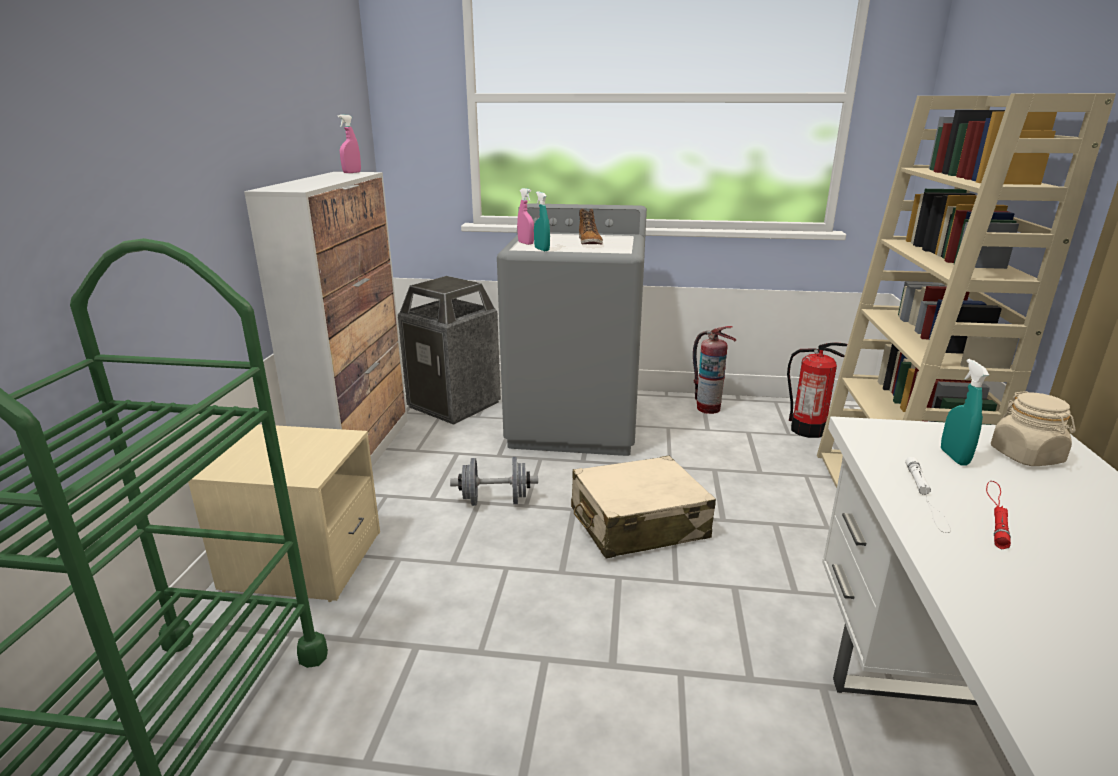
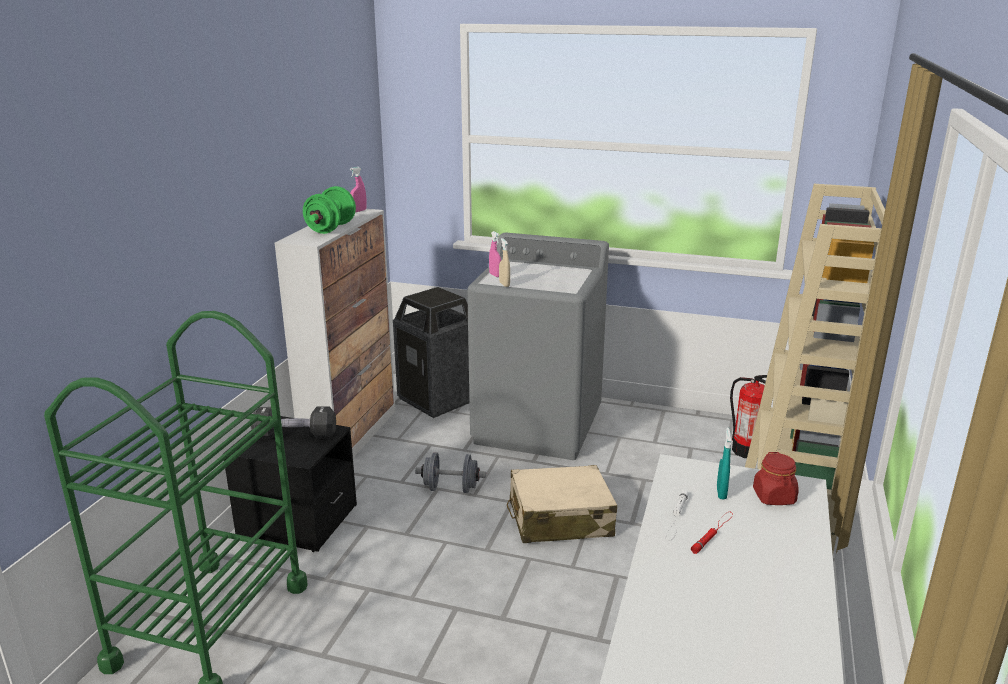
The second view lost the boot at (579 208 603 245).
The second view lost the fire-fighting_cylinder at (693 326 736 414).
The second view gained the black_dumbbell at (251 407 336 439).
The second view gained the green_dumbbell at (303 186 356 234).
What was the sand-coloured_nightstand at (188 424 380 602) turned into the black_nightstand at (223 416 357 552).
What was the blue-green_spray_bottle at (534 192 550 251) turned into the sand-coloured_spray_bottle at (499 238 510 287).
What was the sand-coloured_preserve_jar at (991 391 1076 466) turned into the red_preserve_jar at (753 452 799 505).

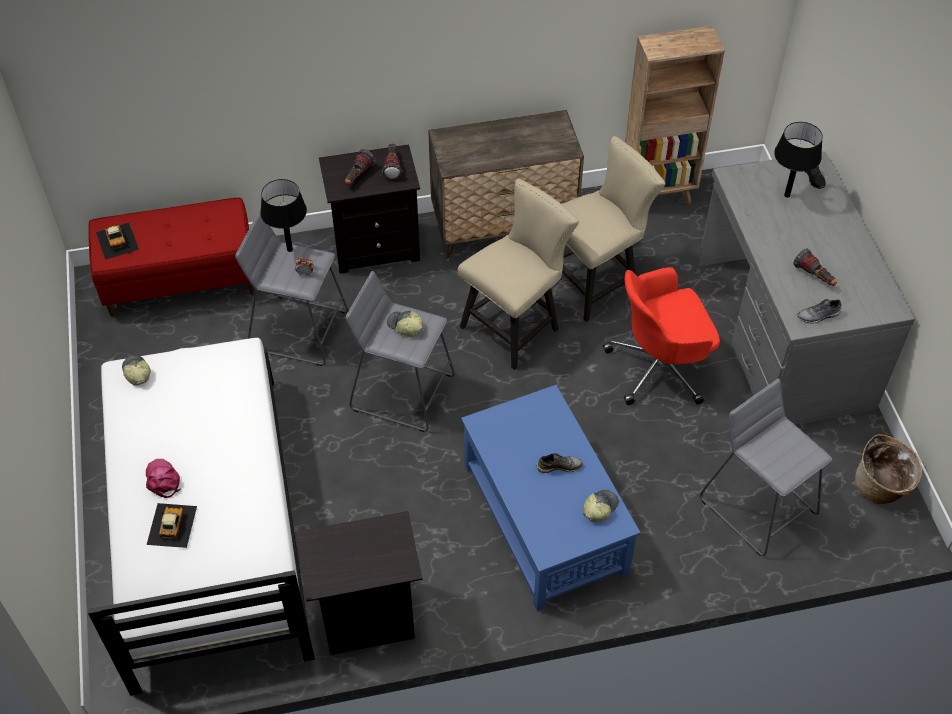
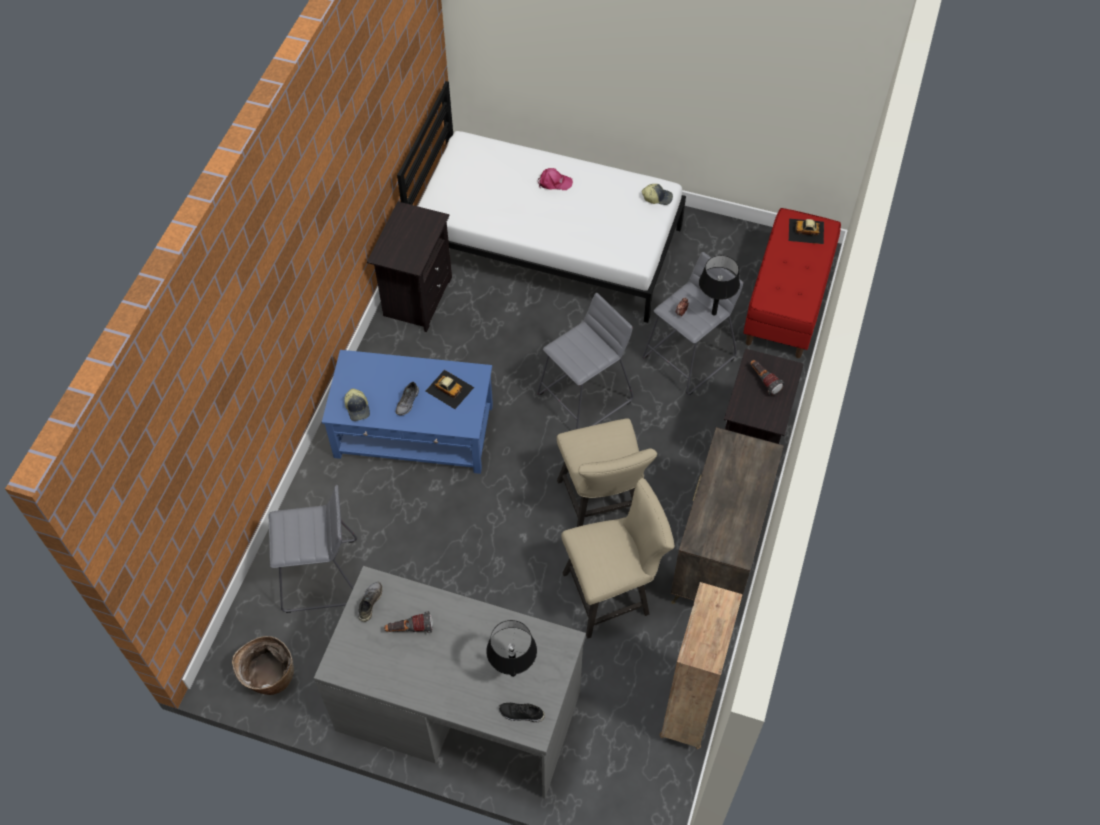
The second view lost the torch at (382 142 402 180).
The second view lost the cap at (387 311 423 337).
The second view lost the red_desk_chair at (603 267 720 405).
The toy_car ended up elsewhere, having gone from (146 503 197 548) to (426 370 474 409).
The sand-coloured_chair at (562 136 665 322) ended up facing another way, 105 degrees counterclockwise from before.

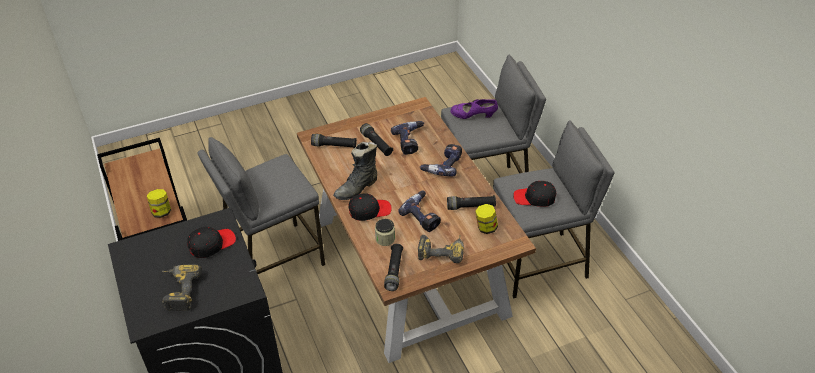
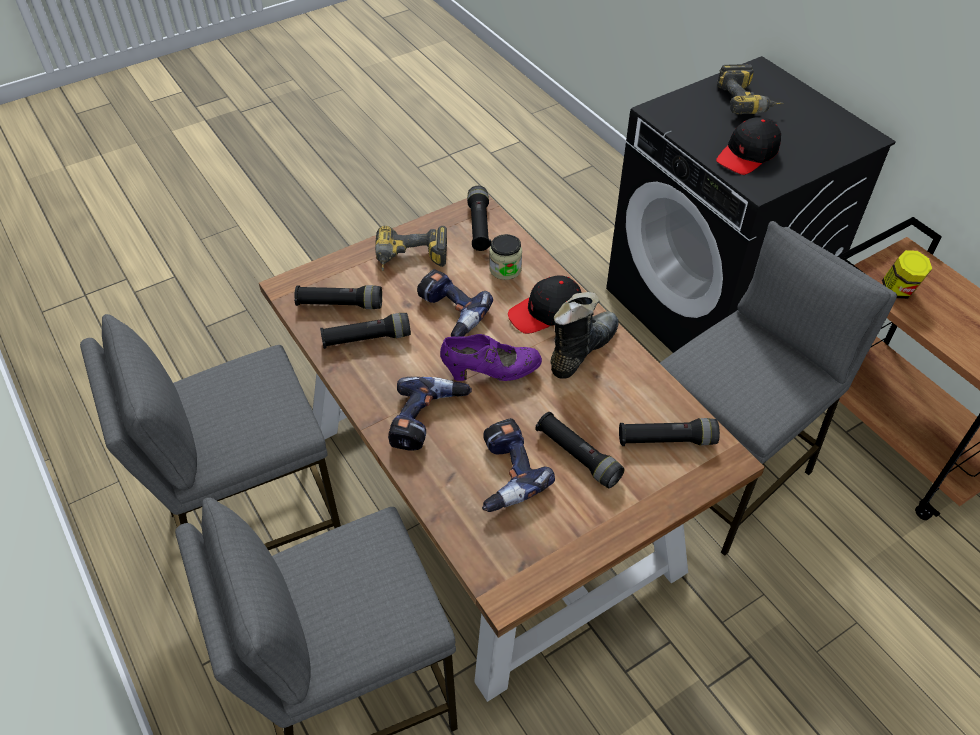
The second view lost the black_cap at (513 181 556 207).
The purple-coloured_shoe ended up elsewhere, having gone from (451 99 498 119) to (440 334 542 381).
Where the preserve_jar stood at (475 204 498 234), the black_torch came to stand at (294 285 382 309).

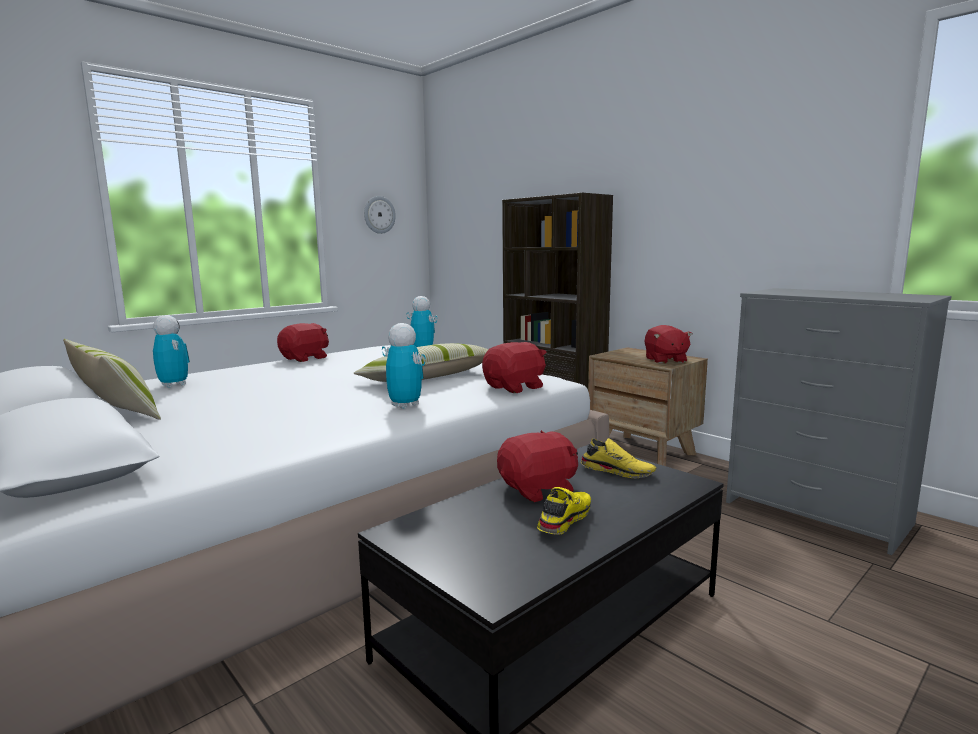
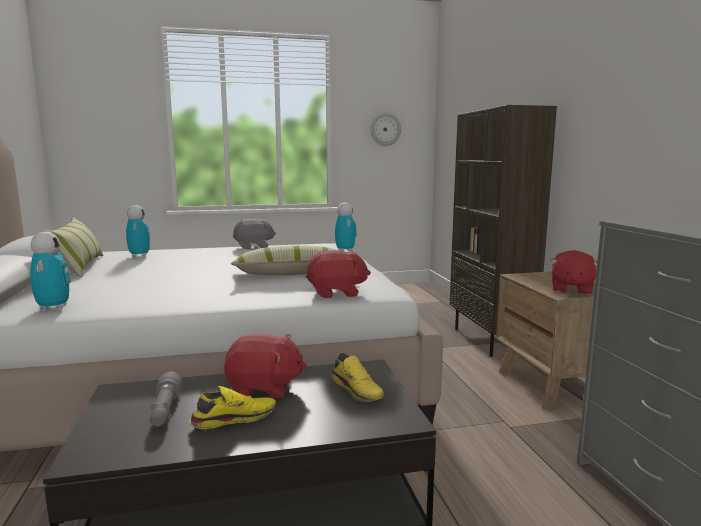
The second view gained the greyish_torch at (150 372 182 427).
The model_robot ended up elsewhere, having gone from (382 323 426 409) to (30 232 71 311).
What was the red_cuddly_toy at (277 323 329 362) turned into the greyish_cuddly_toy at (233 219 276 250).

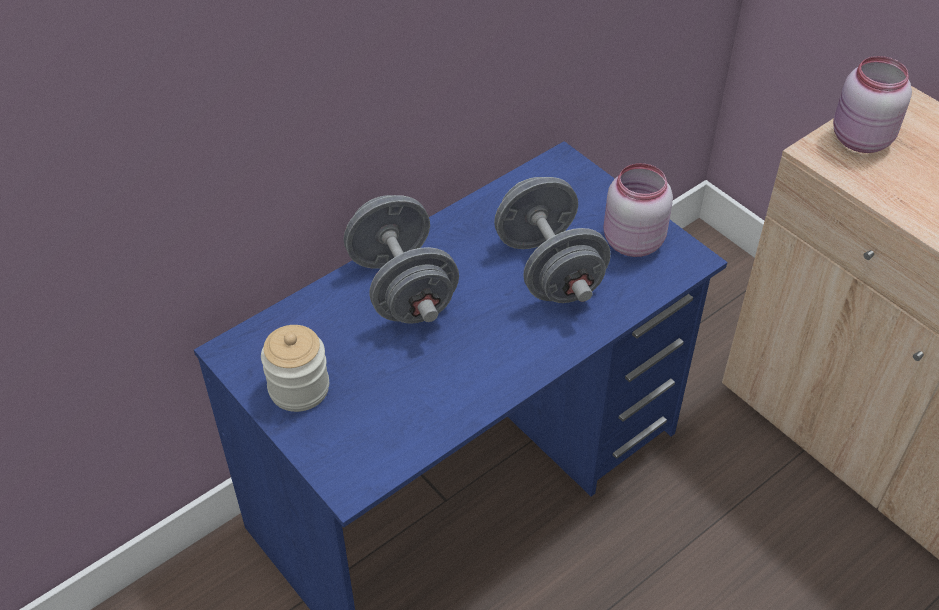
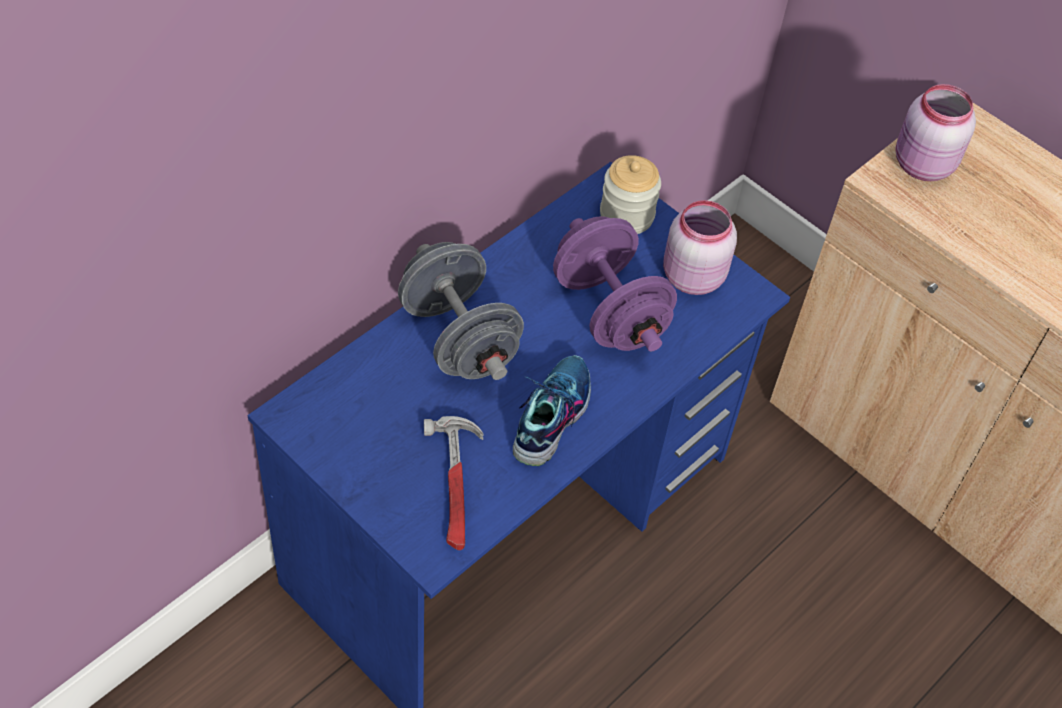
The second view gained the tool_hammer at (424 416 484 550).
The second view gained the shoe at (513 355 591 466).
The preserve_jar ended up elsewhere, having gone from (261 325 329 412) to (600 155 661 234).
What was the greyish_dumbbell at (494 177 611 303) turned into the purple-coloured_dumbbell at (553 216 677 352).

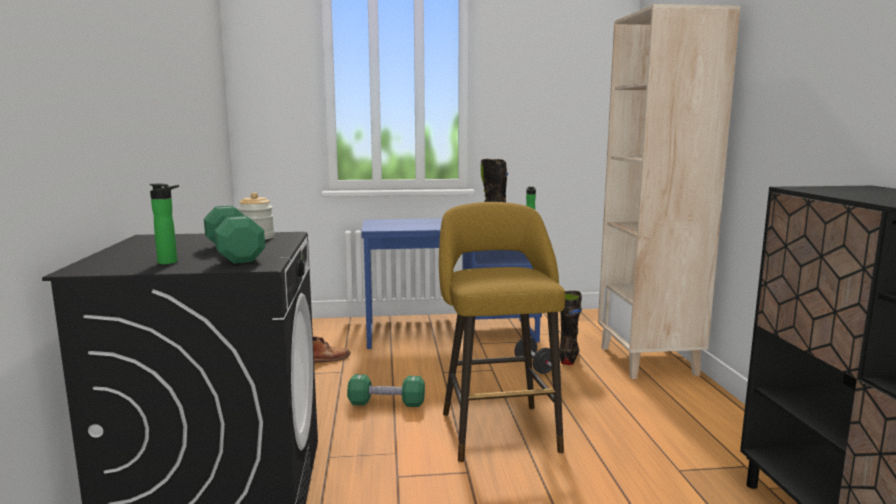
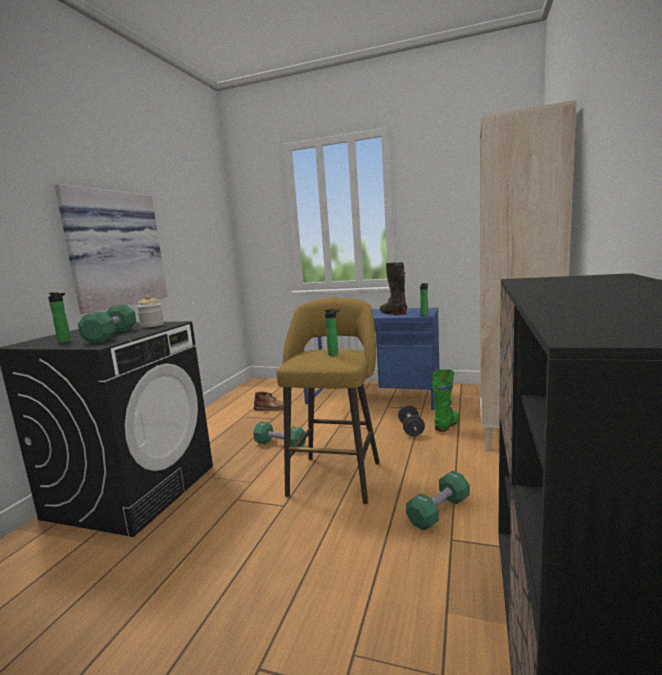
The second view gained the wall_picture at (55 184 167 314).
The second view gained the beverage_bottle at (324 309 340 356).
The second view gained the green_dumbbell at (406 471 470 531).
What was the black_boot at (560 291 582 365) turned into the green_boot at (432 370 459 432).

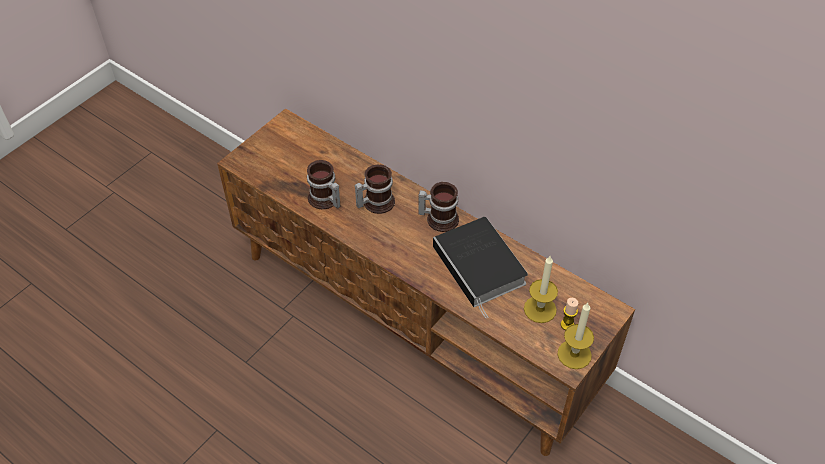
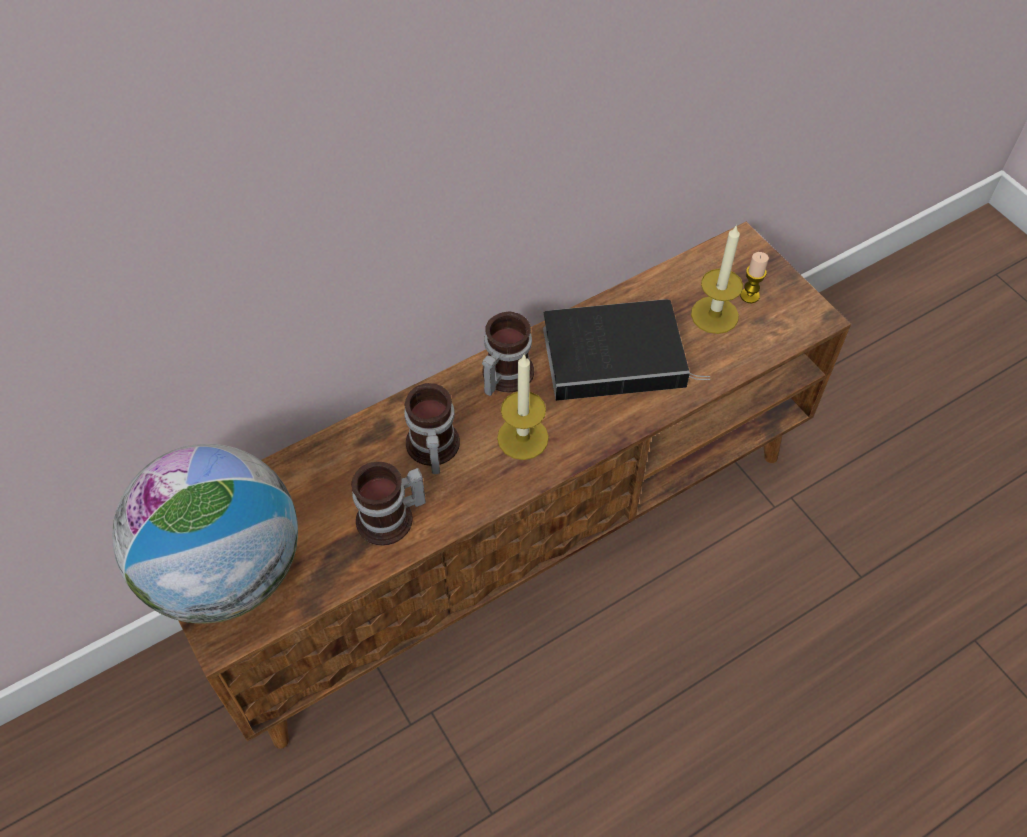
The second view gained the globe at (112 444 298 624).
The candle ended up elsewhere, having gone from (557 303 594 369) to (497 353 549 460).

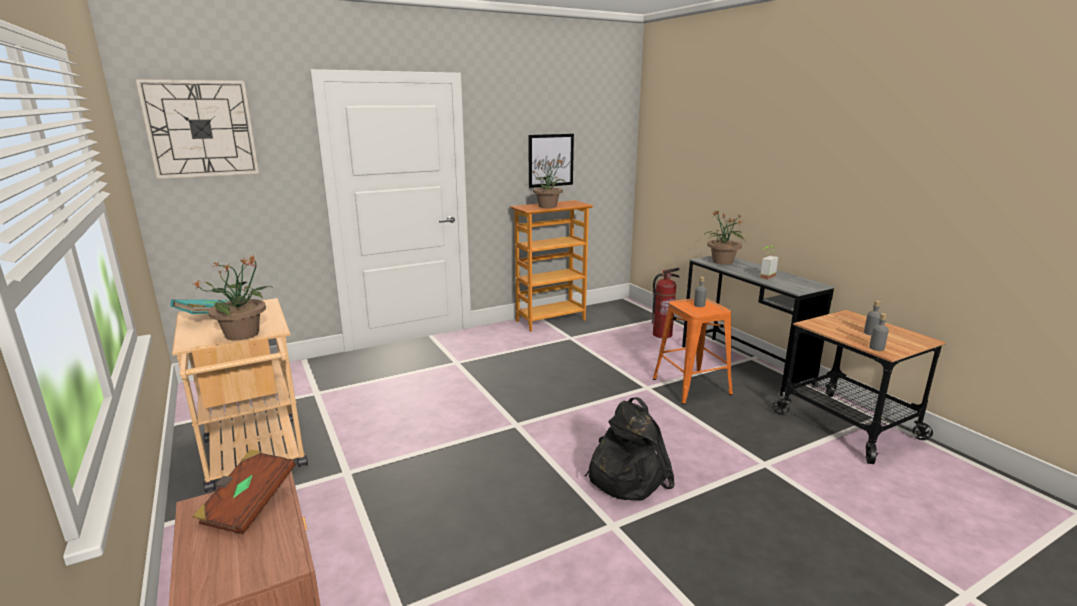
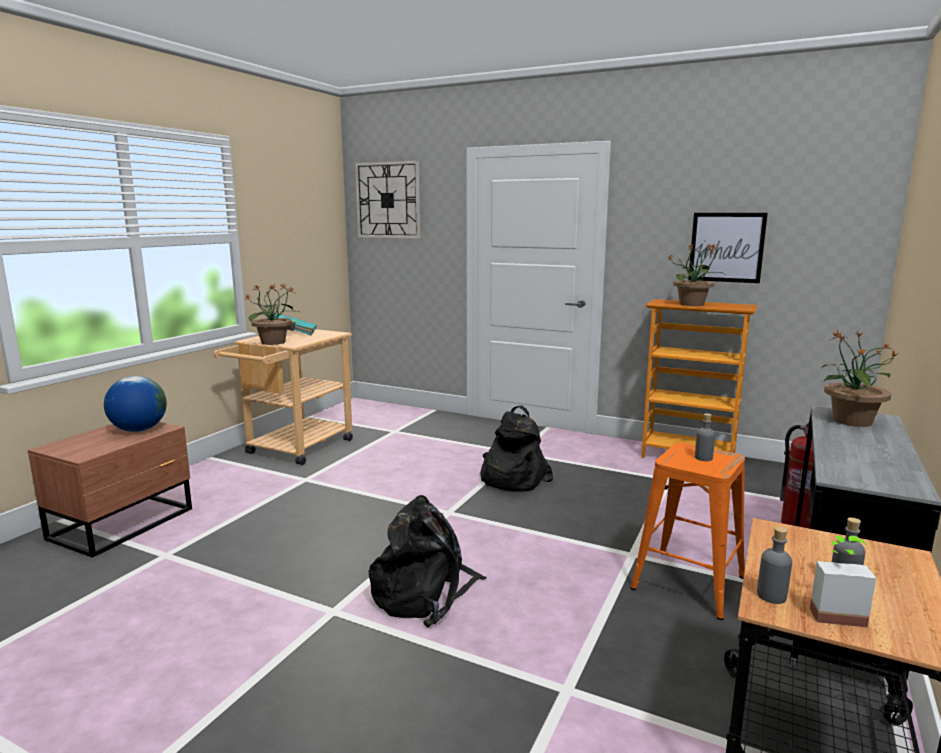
The second view gained the black_rucksack at (480 405 553 491).
The houseplant ended up elsewhere, having gone from (760 246 778 280) to (810 535 876 628).
Where the brown_volume stood at (193 449 296 534), the globe came to stand at (104 376 167 432).

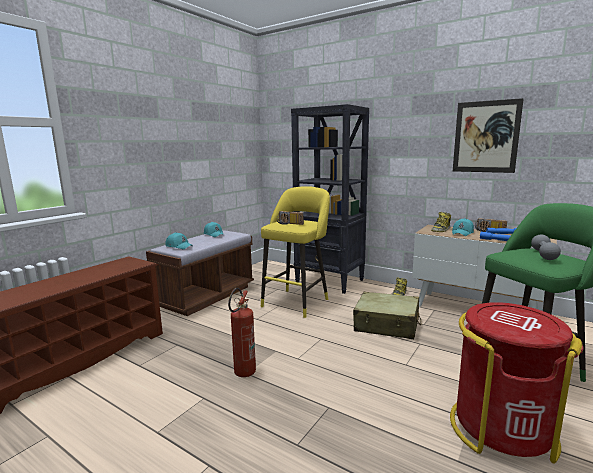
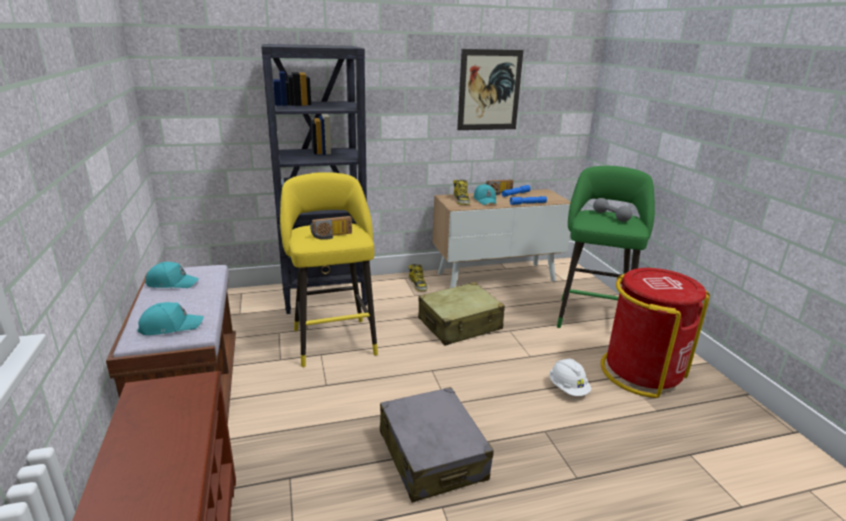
The second view gained the whitish_work_helmet at (549 358 591 396).
Where the fire-fighting_cylinder stood at (228 288 256 377), the greyish_piece_of_luggage came to stand at (380 387 494 503).

